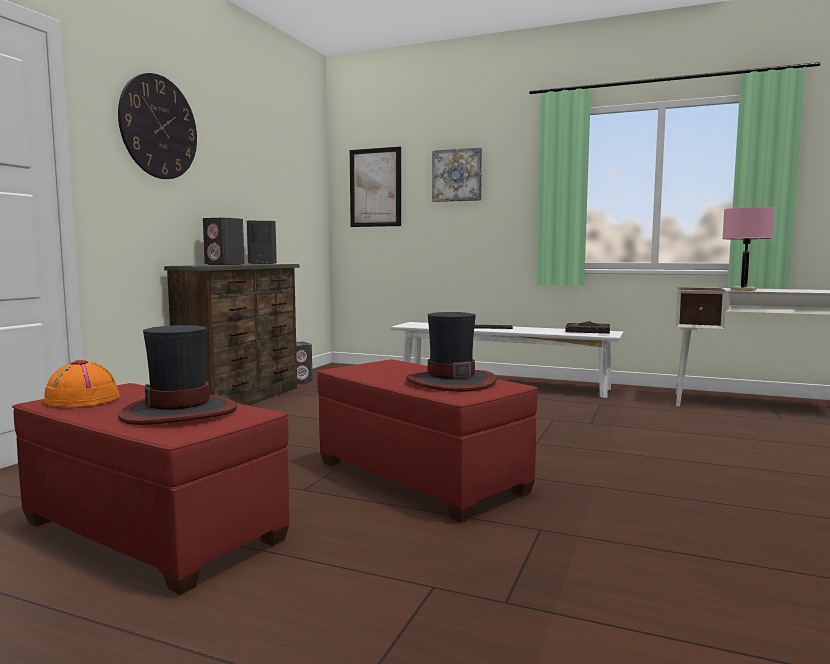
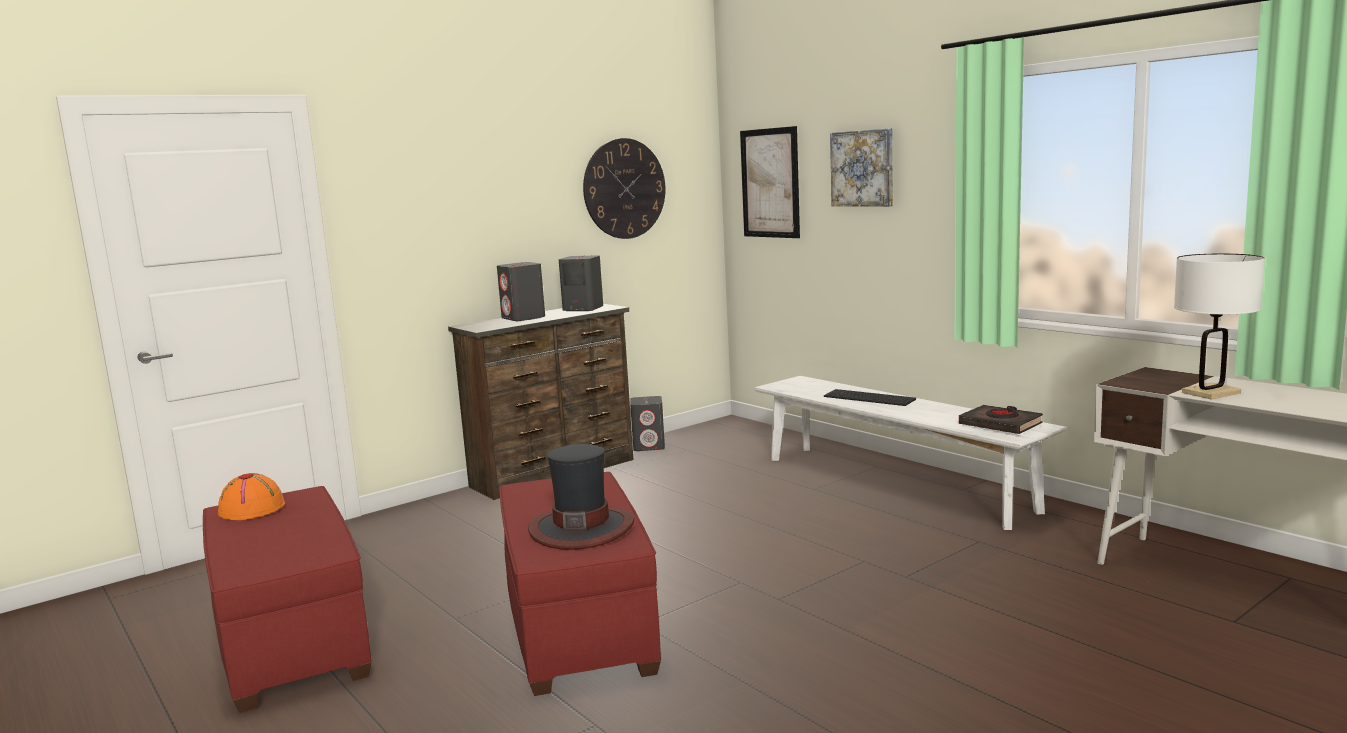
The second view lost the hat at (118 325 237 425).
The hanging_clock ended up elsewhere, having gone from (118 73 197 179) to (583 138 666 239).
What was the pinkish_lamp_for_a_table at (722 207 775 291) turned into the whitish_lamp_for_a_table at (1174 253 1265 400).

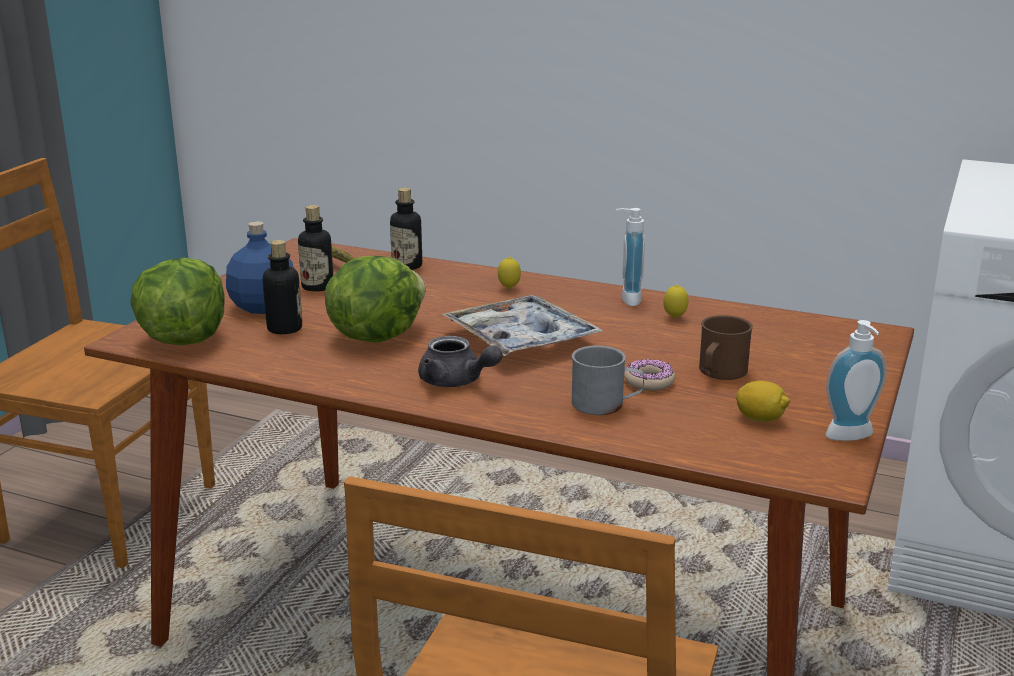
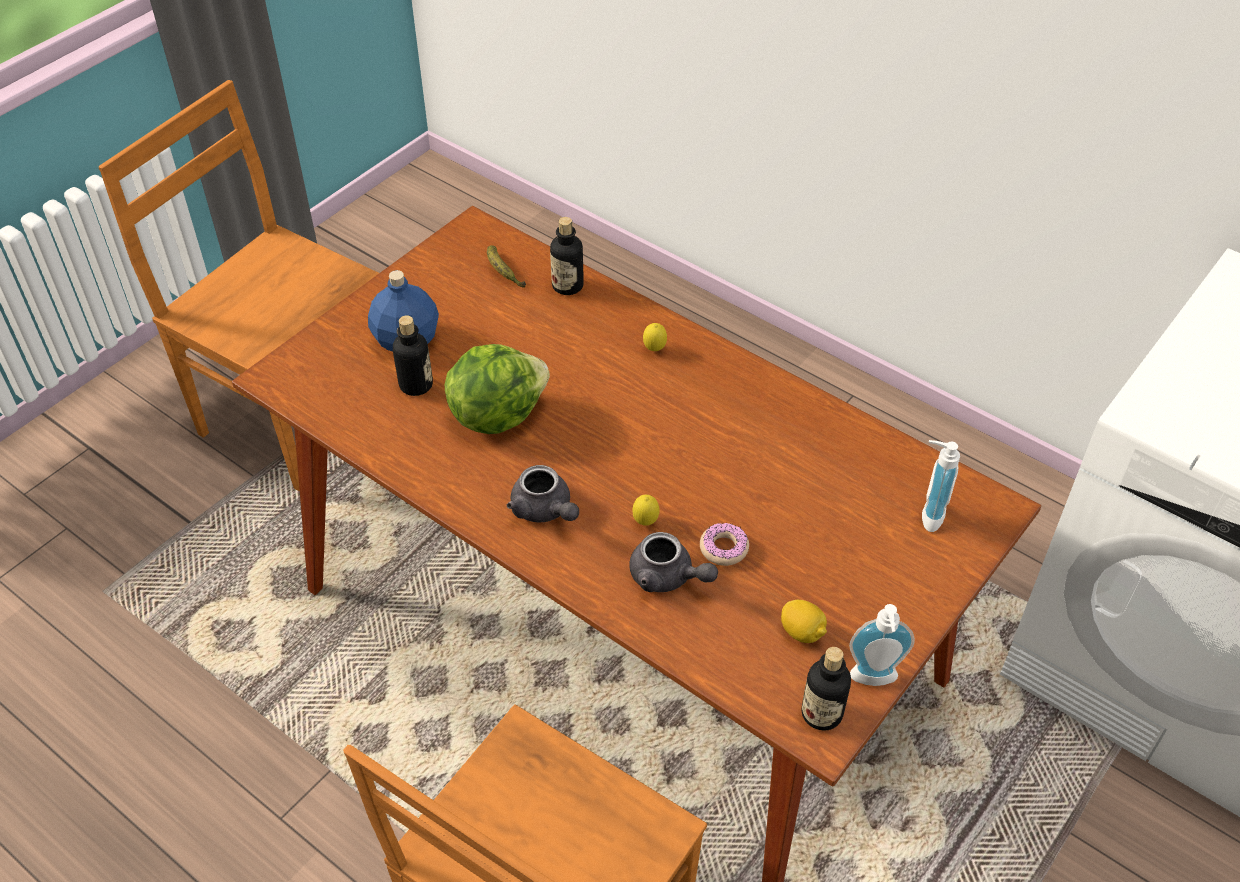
The second view lost the lettuce_head at (130 258 225 345).
The second view lost the tray at (442 295 604 356).
The second view lost the brown_mug at (699 315 753 380).
The beverage_bottle ended up elsewhere, having gone from (298 205 333 292) to (802 647 851 731).
The soap_bottle ended up elsewhere, having gone from (615 208 645 306) to (922 440 960 532).
The citrus_fruit ended up elsewhere, having gone from (663 285 689 318) to (632 495 659 526).
Where the greyish_mug stood at (572 346 644 415), the greyish_teapot came to stand at (629 532 718 592).

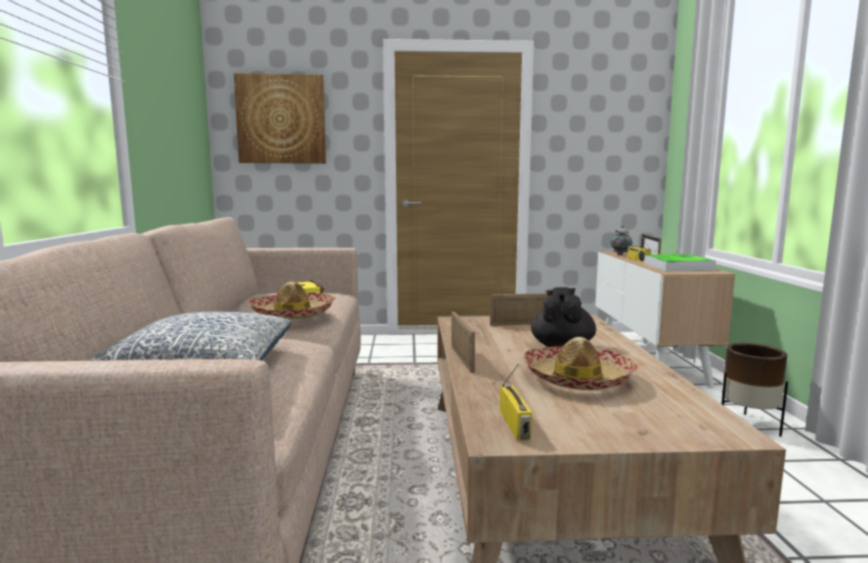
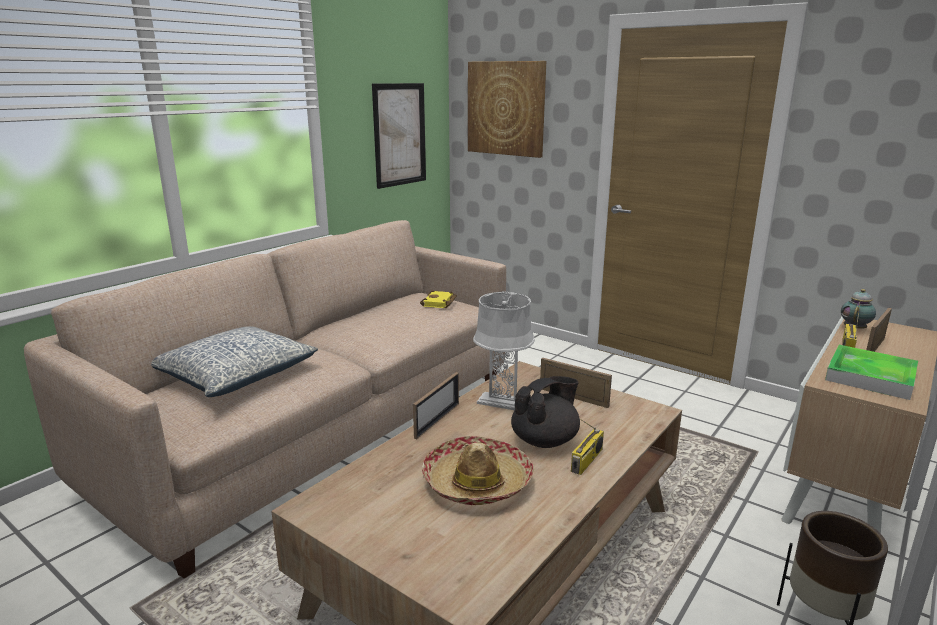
The second view lost the hat at (248 282 336 320).
The second view gained the wall_picture at (372 83 426 189).
The second view gained the greyish_lamp_for_a_table at (473 291 535 410).
The radio_set ended up elsewhere, having gone from (500 364 532 441) to (571 418 604 475).

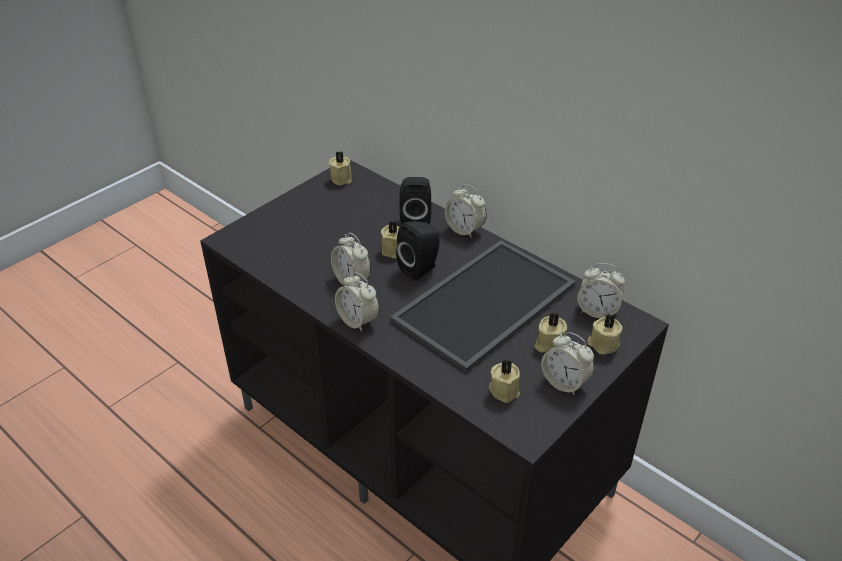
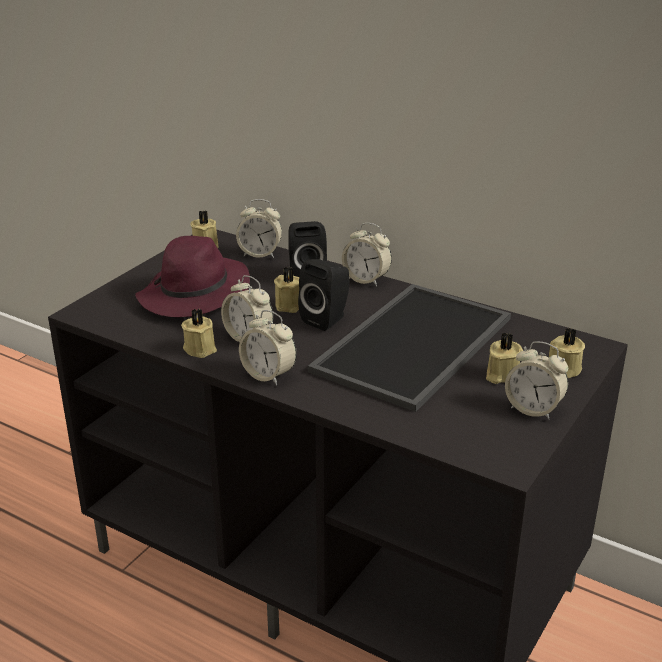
The second view gained the purple-coloured_hat at (135 236 250 317).
The sand-coloured_candle ended up elsewhere, having gone from (489 359 520 403) to (181 309 217 358).
The table_clock ended up elsewhere, having gone from (577 263 625 318) to (236 199 282 258).

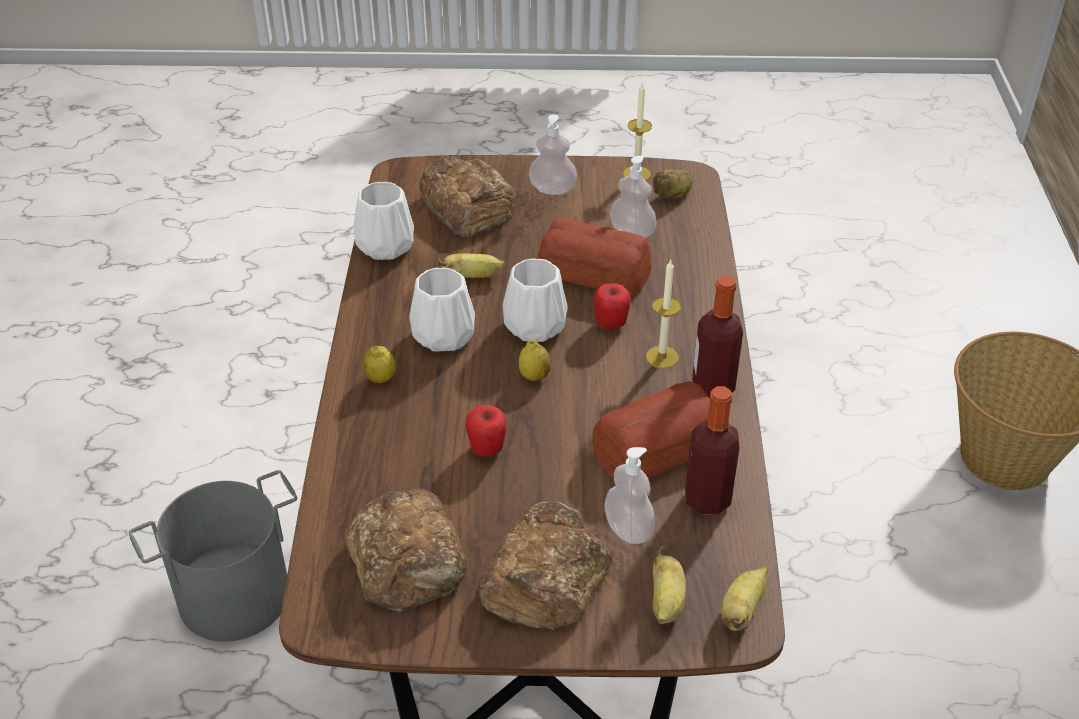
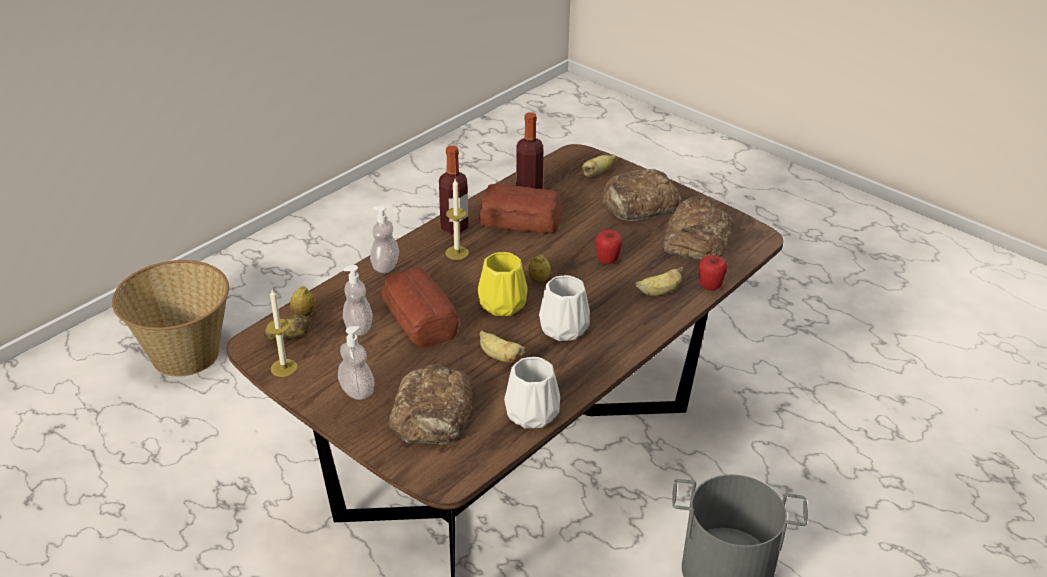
The citrus_fruit ended up elsewhere, having gone from (363 346 396 383) to (290 286 315 316).
The whole_apple ended up elsewhere, having gone from (594 283 631 330) to (699 255 728 291).
The soap_bottle ended up elsewhere, having gone from (604 447 655 544) to (370 206 399 273).
The banana ended up elsewhere, having gone from (721 566 768 631) to (635 267 683 296).
What was the whitish_flower_vase at (503 258 568 342) turned into the yellowish_flower_vase at (478 252 528 316).

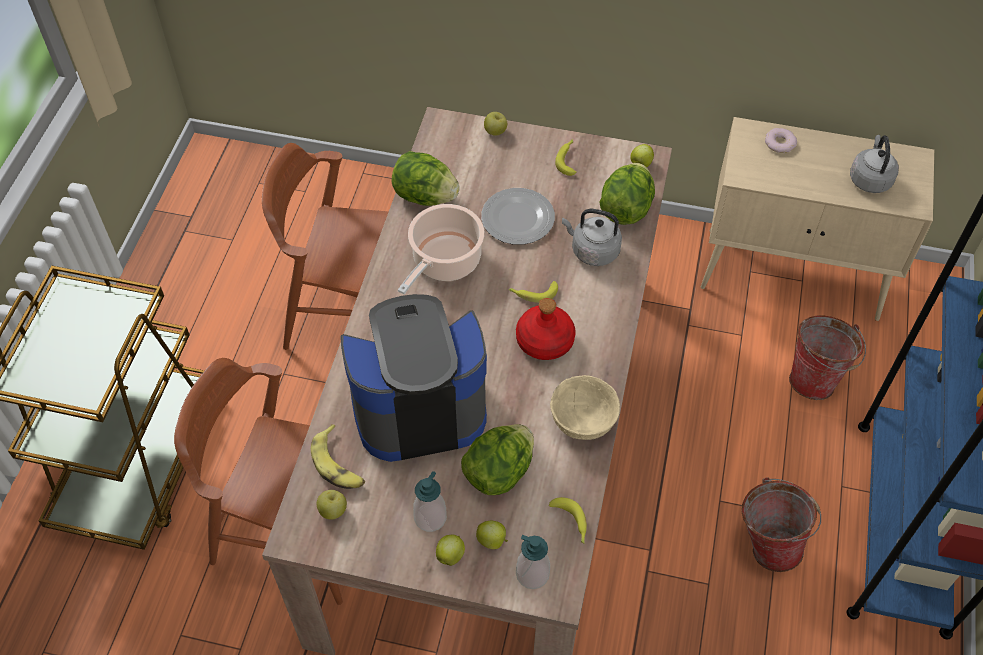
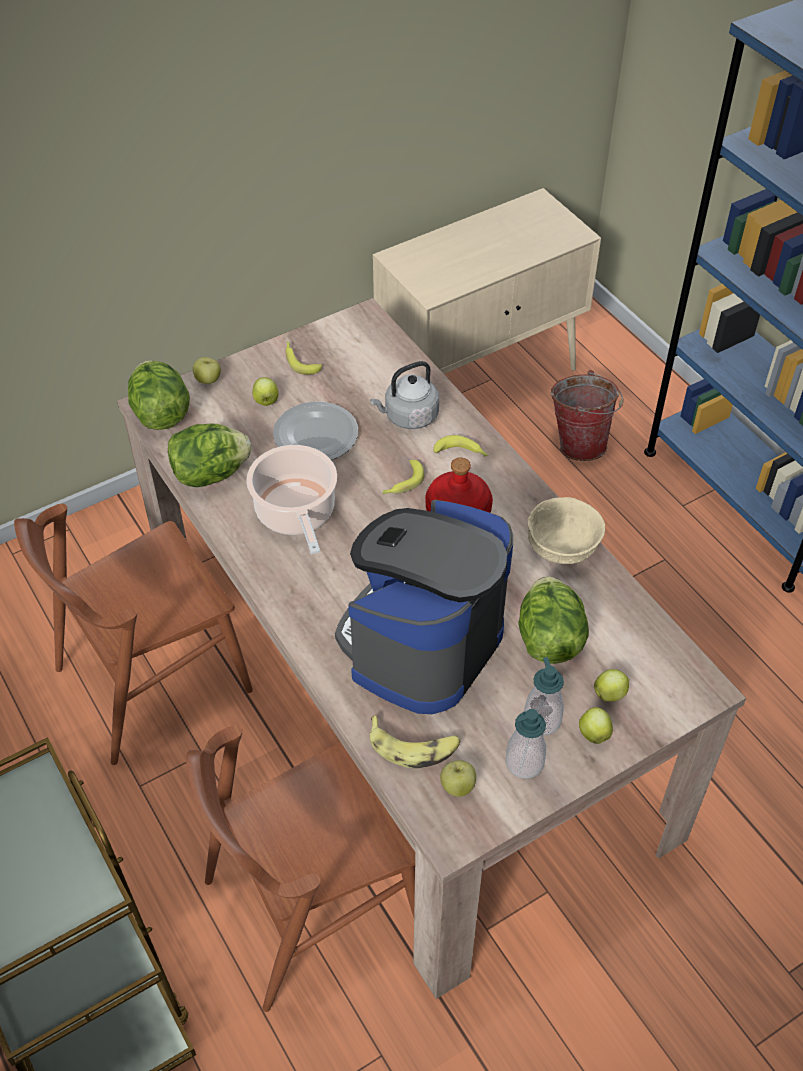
The second view lost the pail at (742 477 821 572).
The second view lost the doughnut at (765 128 797 153).
The second view lost the greyish_water_kettle at (850 135 899 193).
The soap_bottle ended up elsewhere, having gone from (516 535 550 589) to (505 709 546 779).
The banana ended up elsewhere, having gone from (549 497 587 544) to (433 435 488 457).
The lettuce_head ended up elsewhere, having gone from (600 163 655 225) to (128 361 190 430).
The whole_apple ended up elsewhere, having gone from (630 144 654 167) to (252 377 279 406).

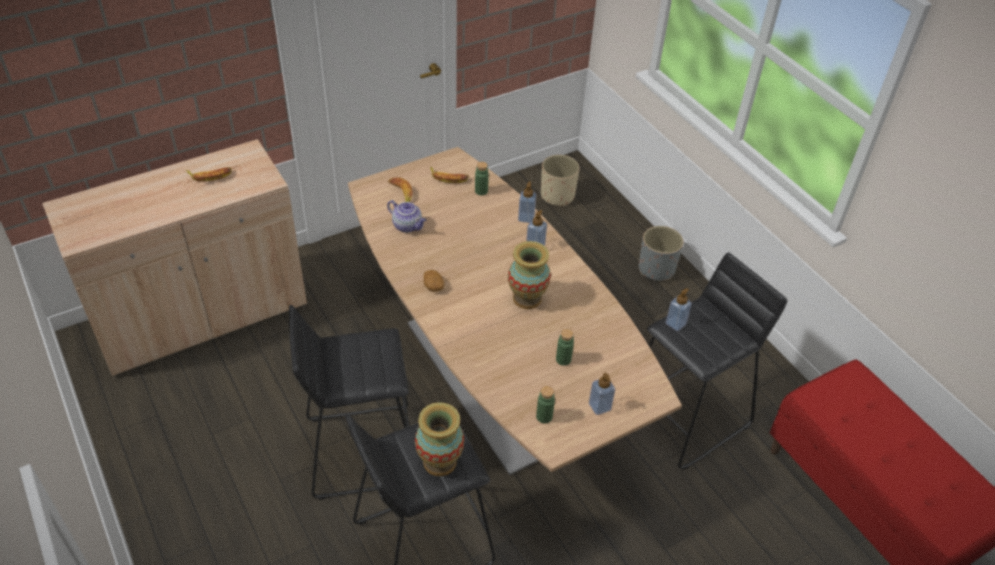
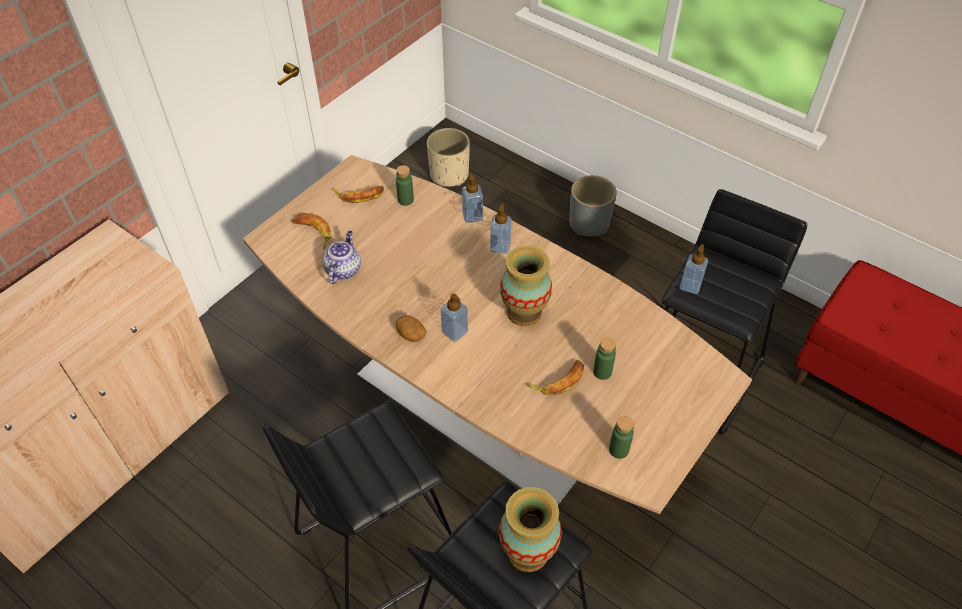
The banana ended up elsewhere, having gone from (186 167 232 182) to (527 360 584 395).
The soap_bottle ended up elsewhere, having gone from (589 373 615 415) to (441 293 468 342).
The teapot at (387 200 427 233) ended up facing another way, 90 degrees counterclockwise from before.

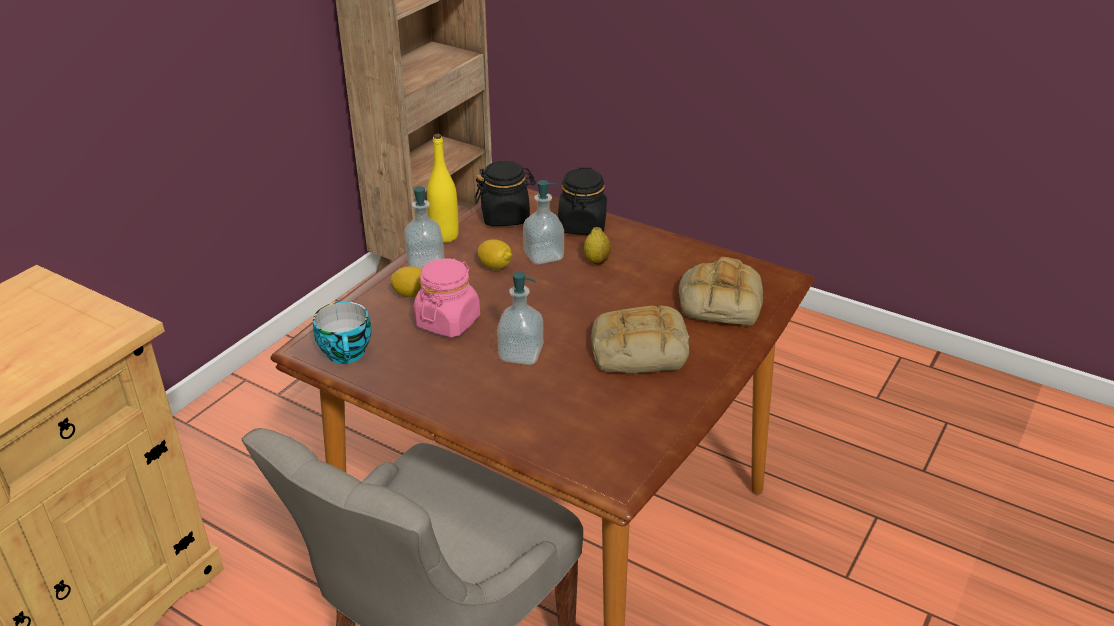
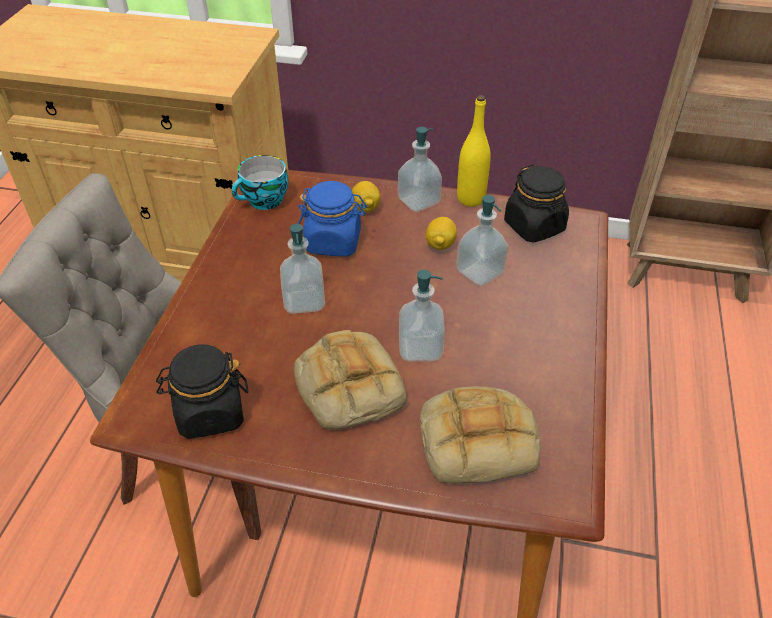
The second view lost the citrus_fruit at (584 227 611 265).
The second view gained the soap_bottle at (399 270 445 361).
The black_preserve_jar ended up elsewhere, having gone from (558 167 607 235) to (156 344 249 439).
What was the pinkish_preserve_jar at (413 259 480 338) turned into the blue_preserve_jar at (298 181 367 256).

